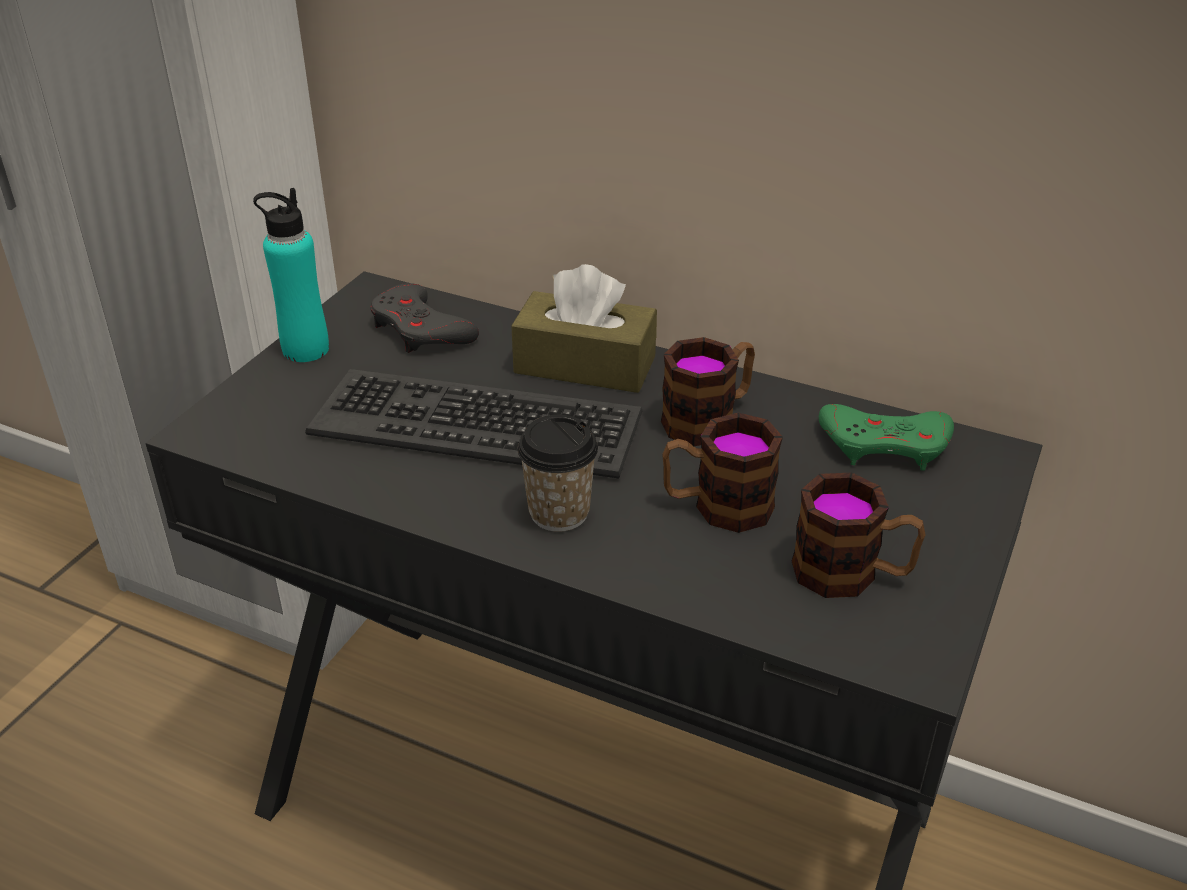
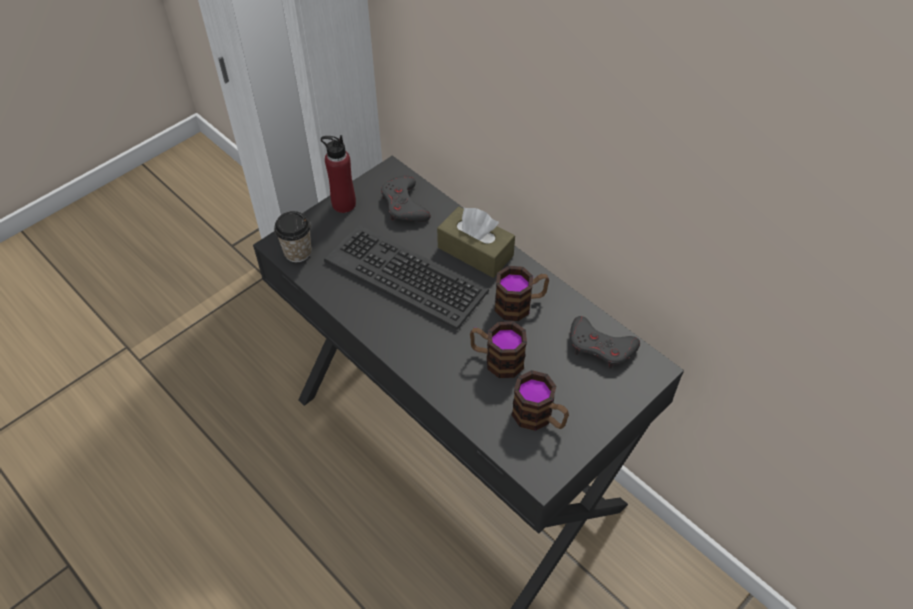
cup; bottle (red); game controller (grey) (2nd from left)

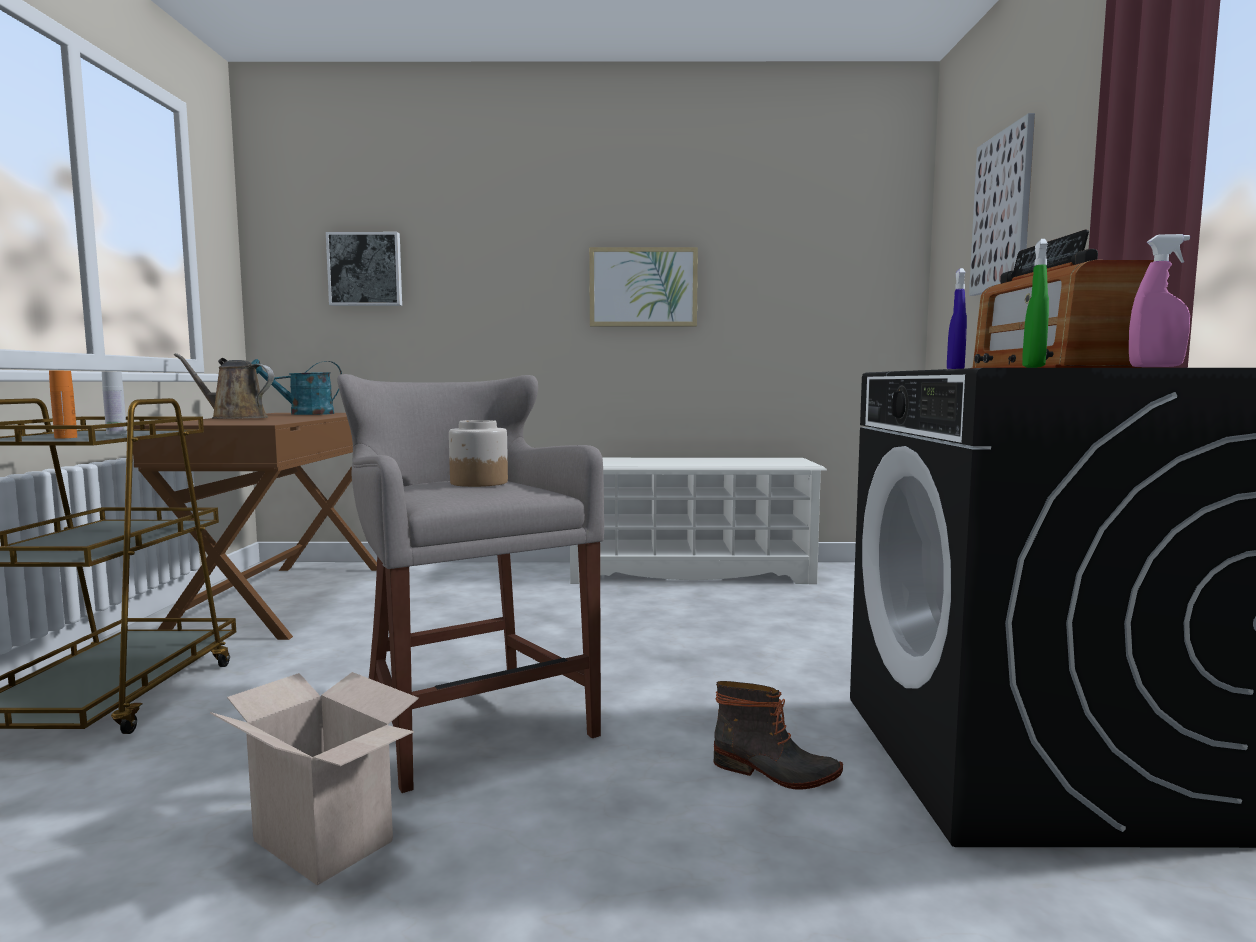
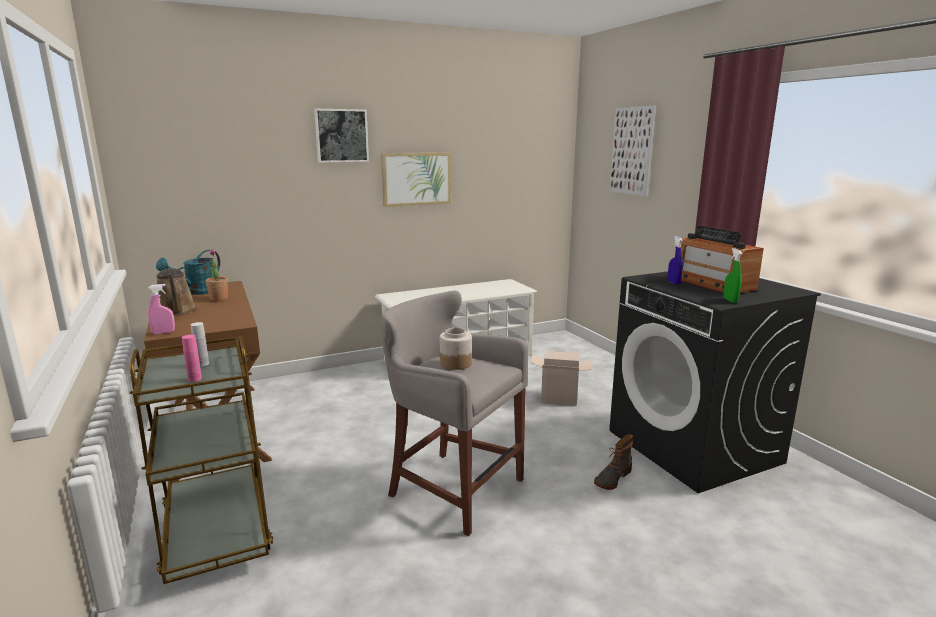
spray bottle (pink); watering can (brown); bottle (pink); potted plant; picture (1st from left); cardboard box; boot

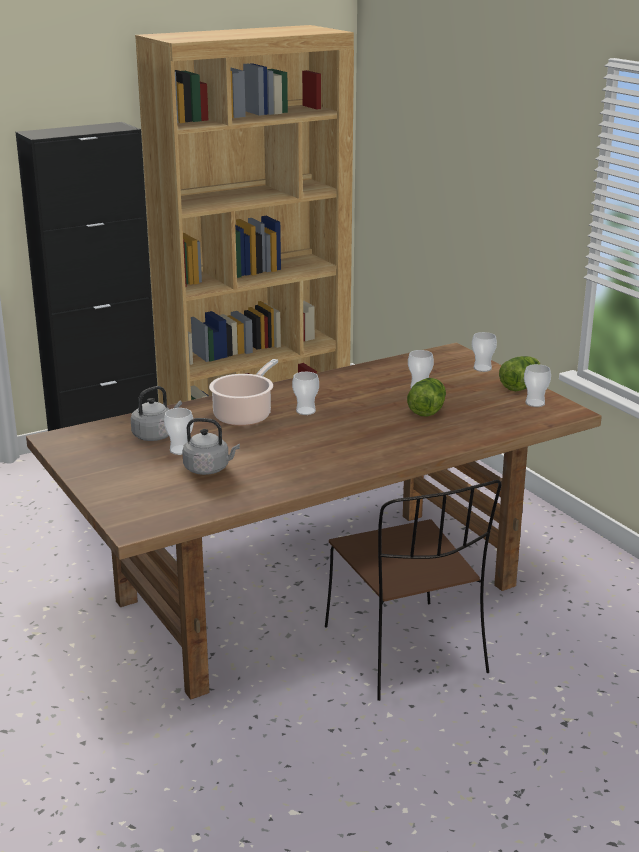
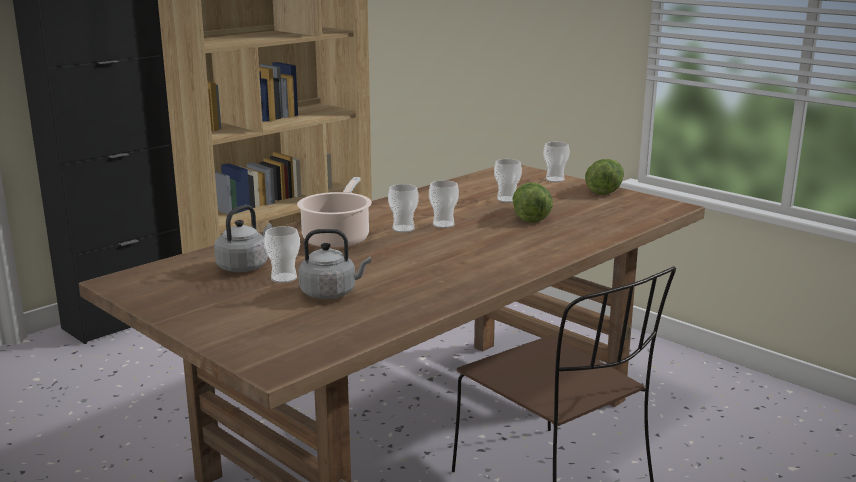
cup (3rd from left)

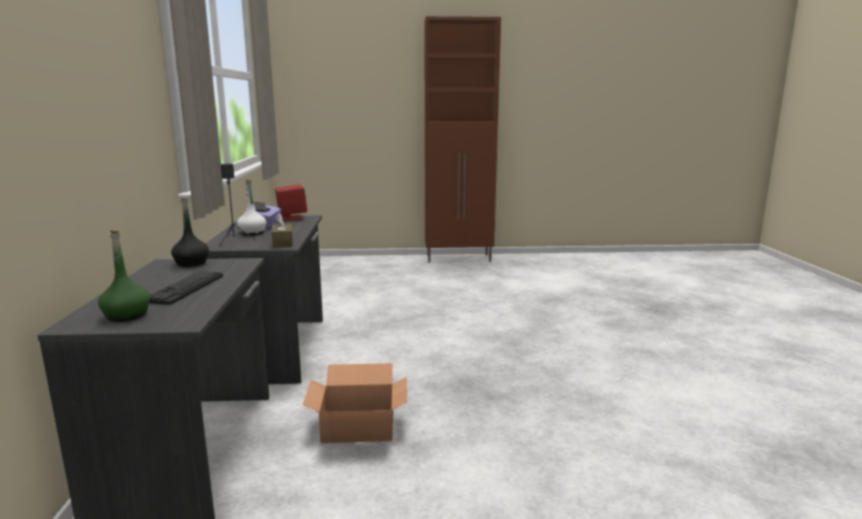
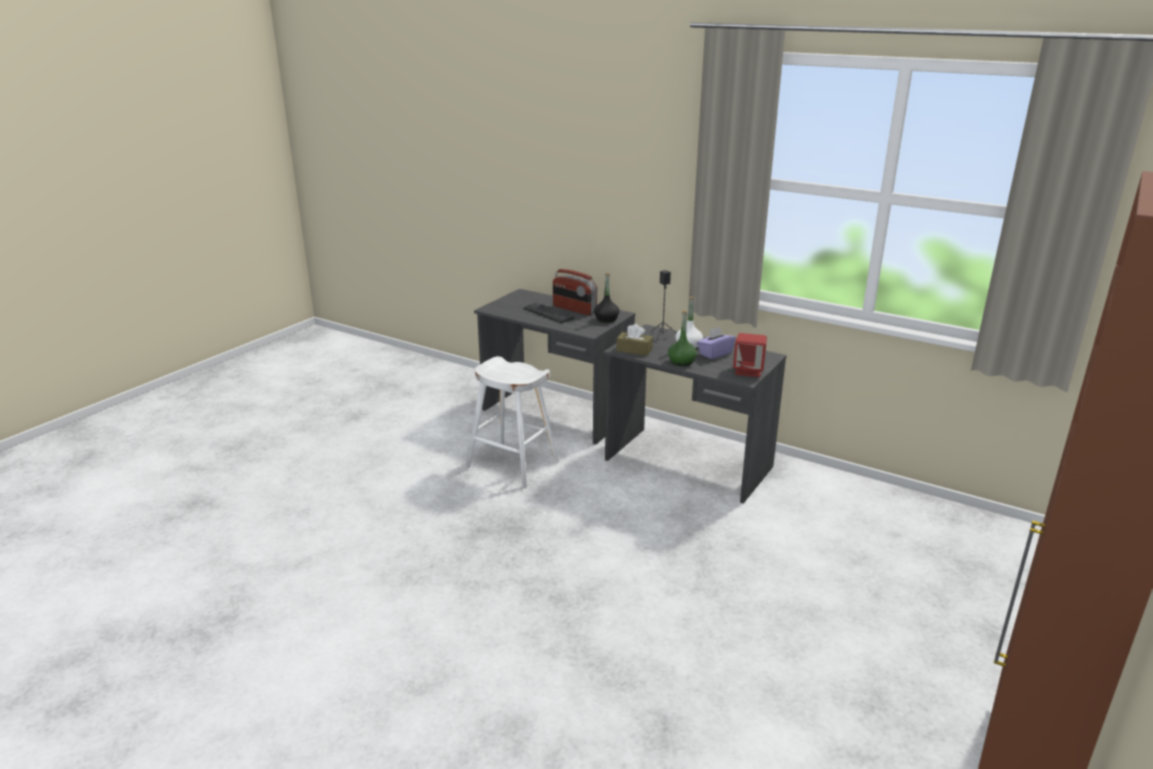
stool (white); radio; bottle (green)

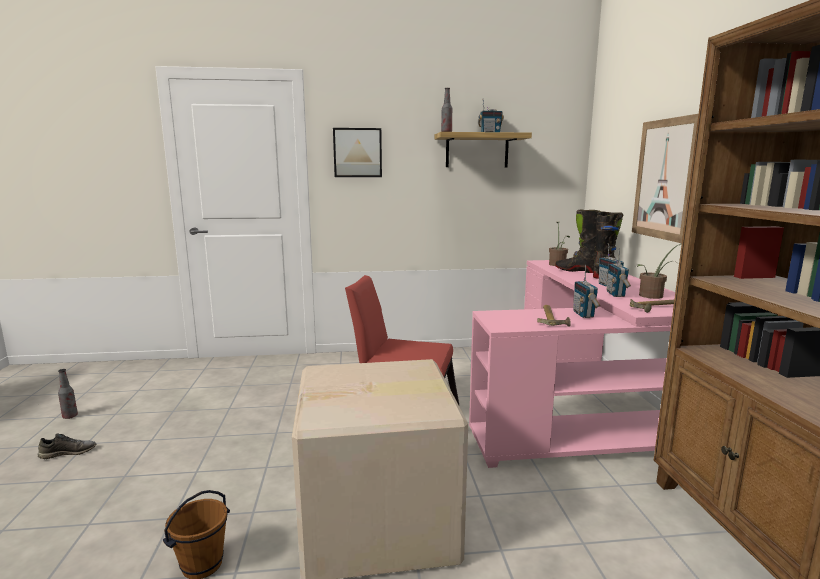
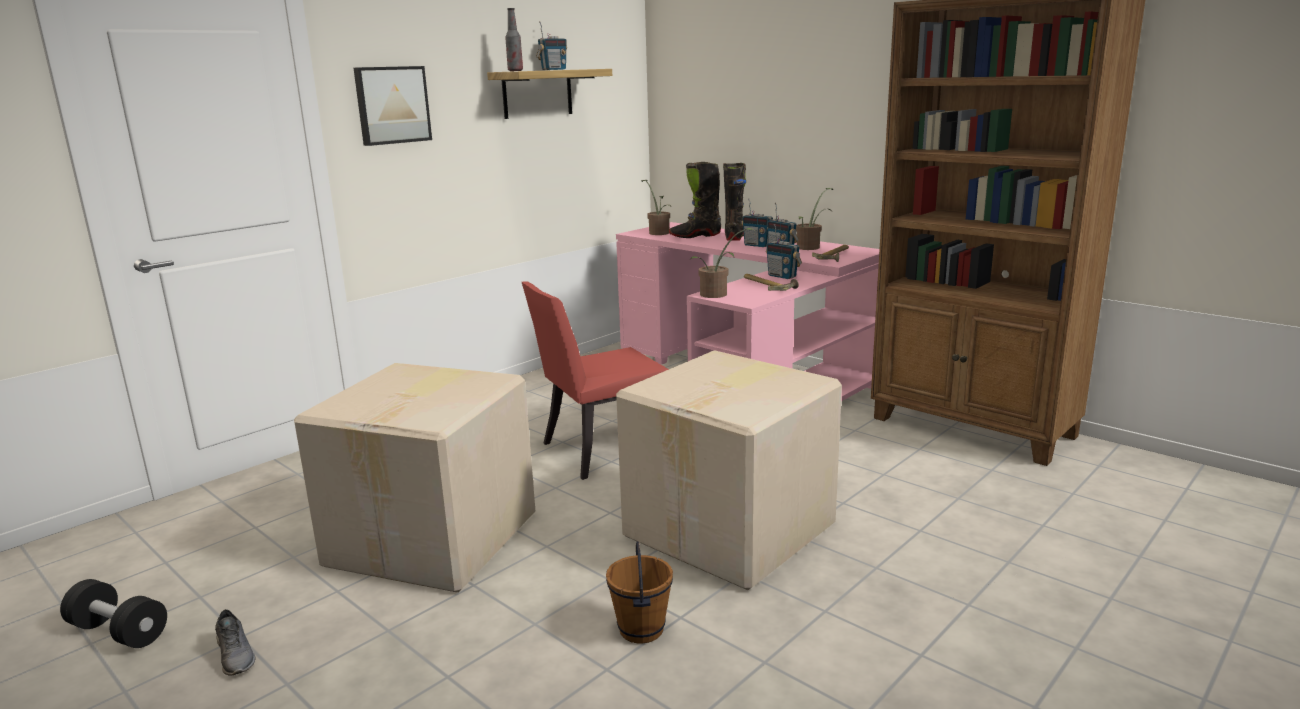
dumbbell (black); shoe (grey); cardboard box (1st from left); potted plant (2nd from left); picture (2nd from left in the first image)

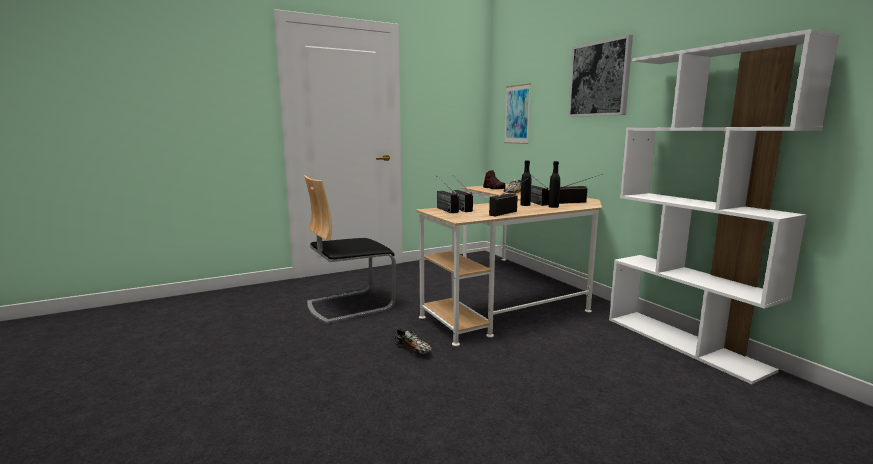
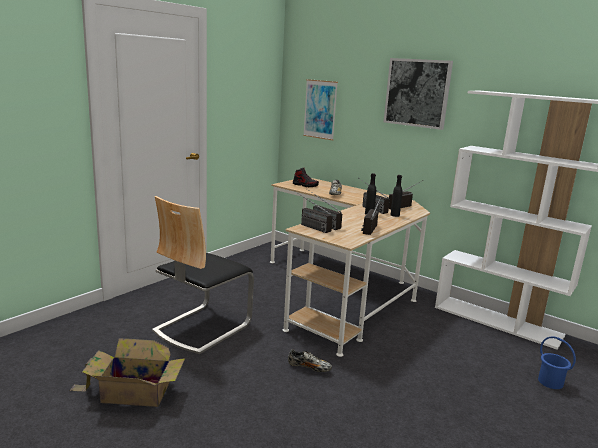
cardboard box; bucket (blue)

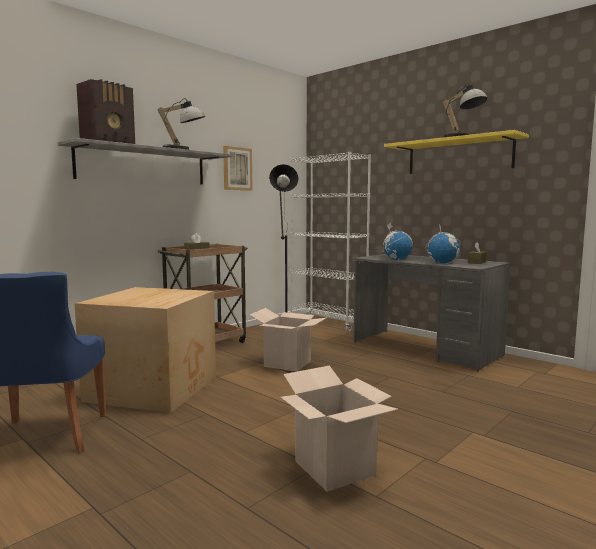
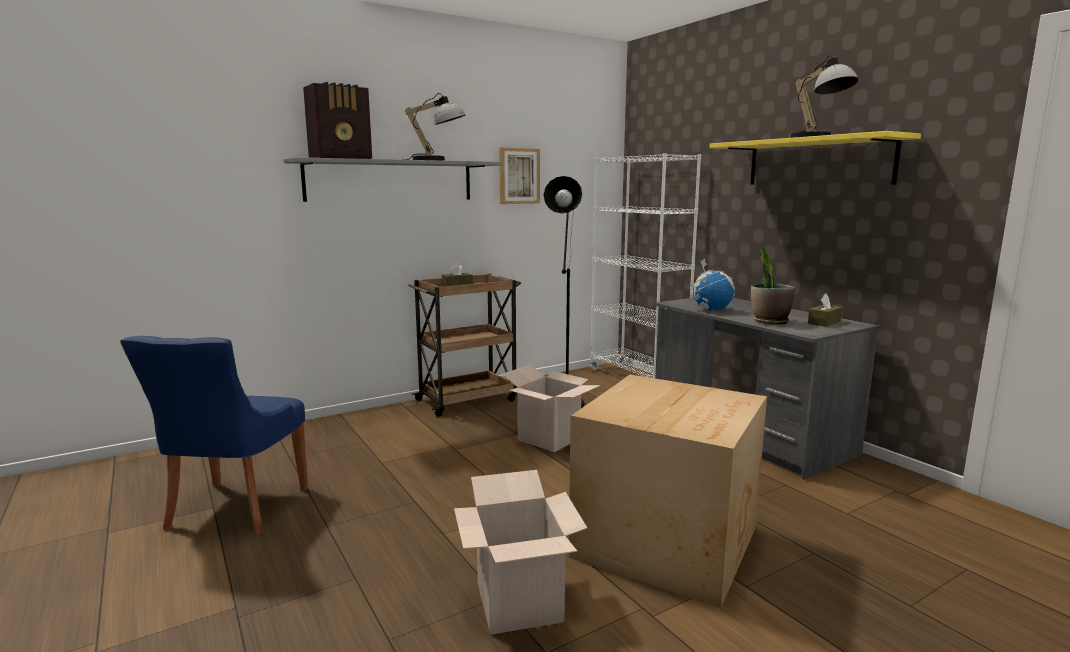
cardboard box (3rd from left); potted plant

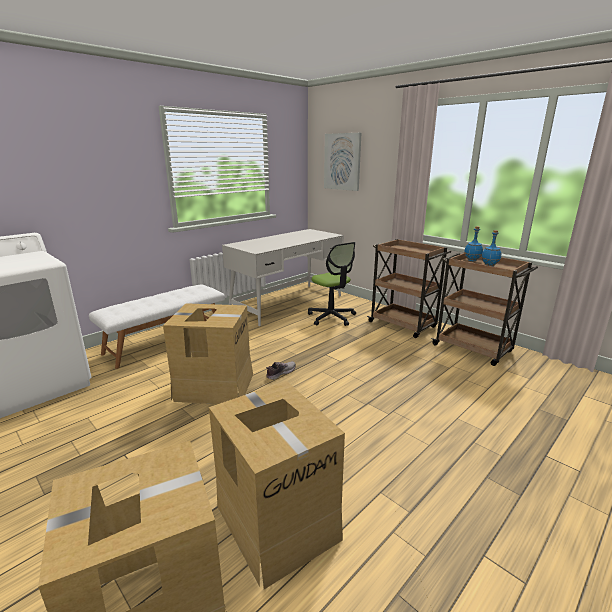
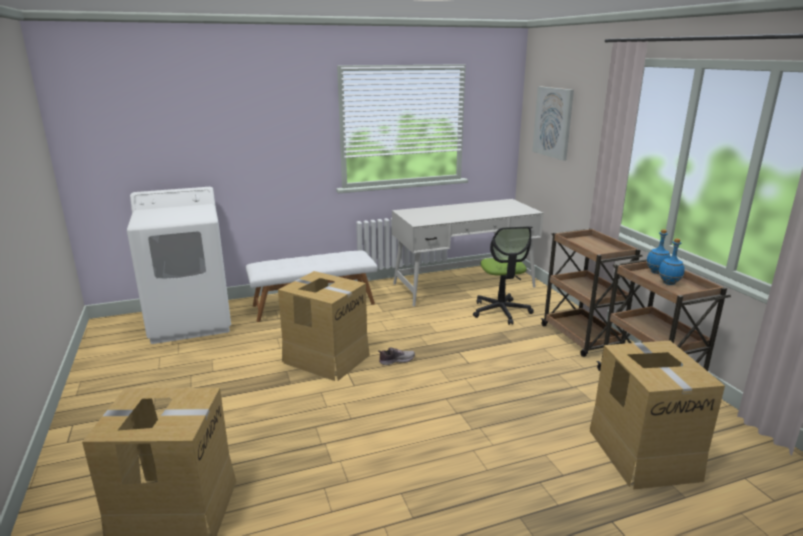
cardboard box (3rd from left)

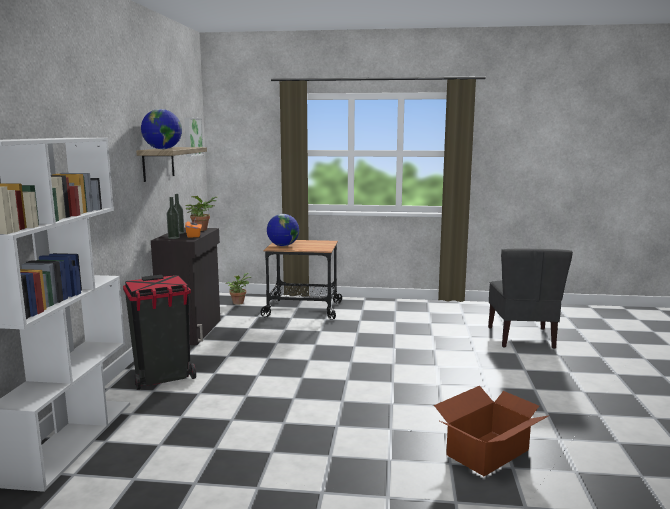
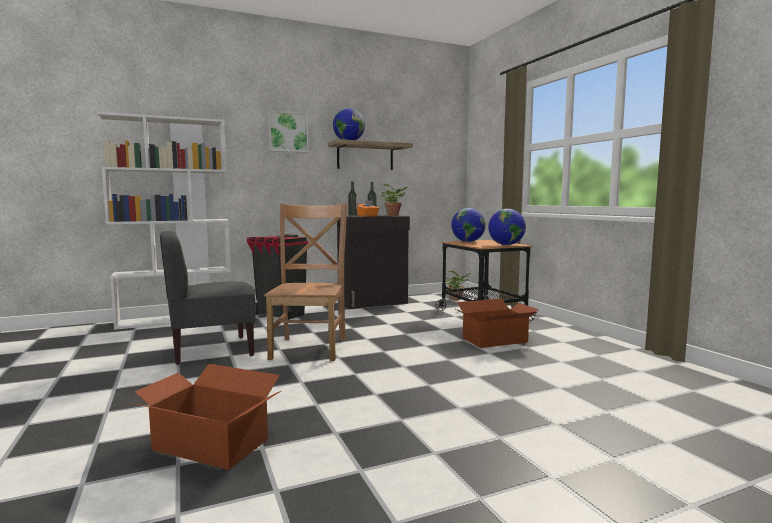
chair (grey); chair (brown); picture; cardboard box (2nd from left); globe (3rd from left)

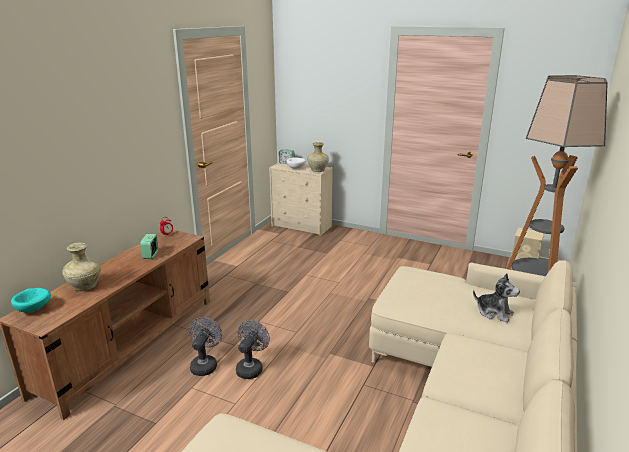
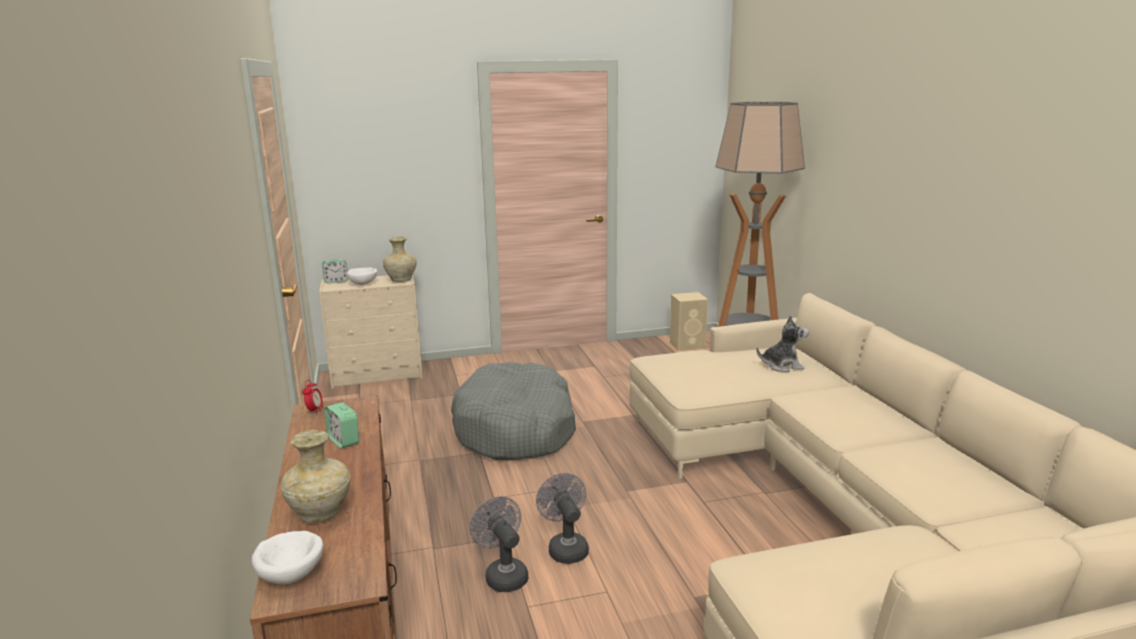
bowl (white) (1st from left); dog bed (grey)

